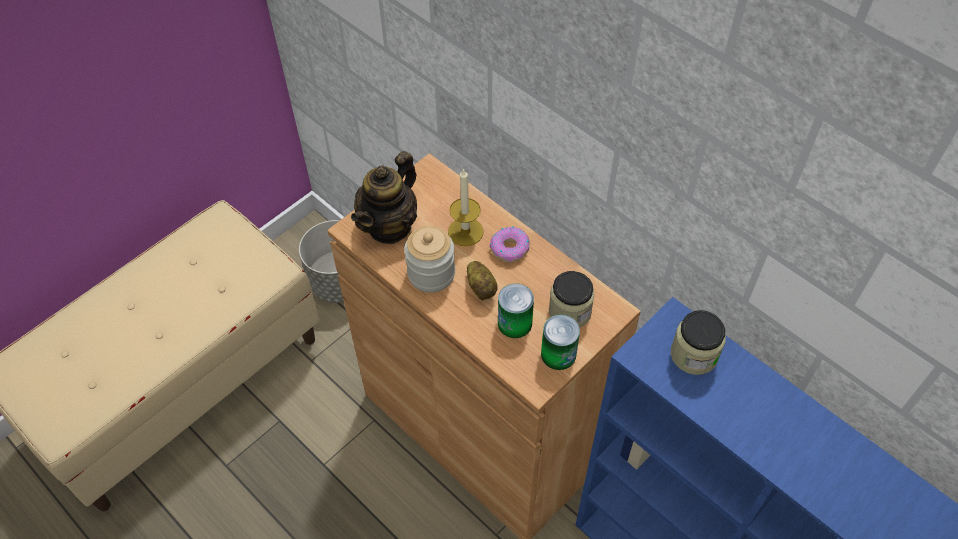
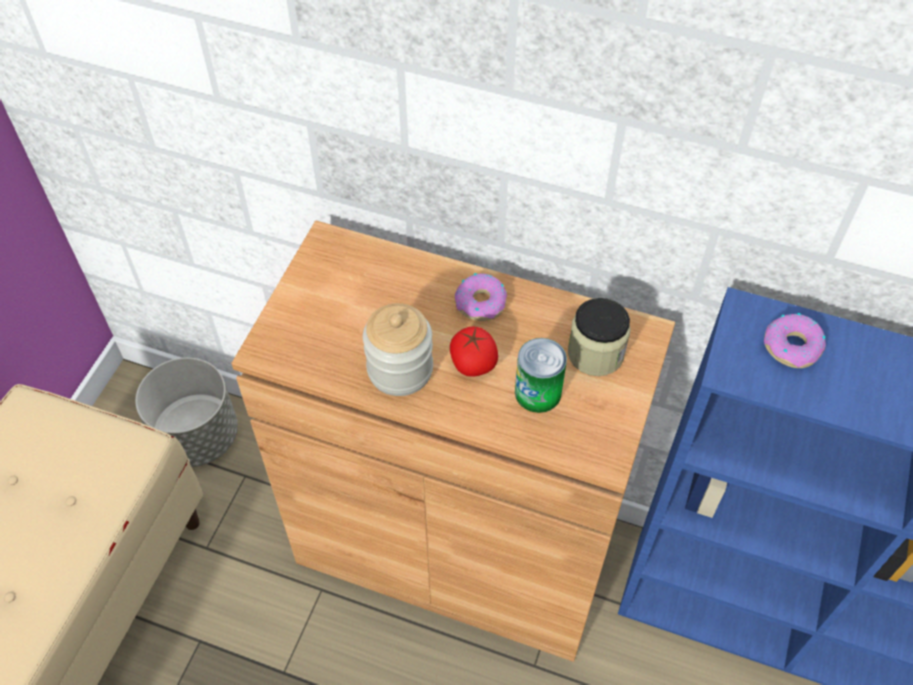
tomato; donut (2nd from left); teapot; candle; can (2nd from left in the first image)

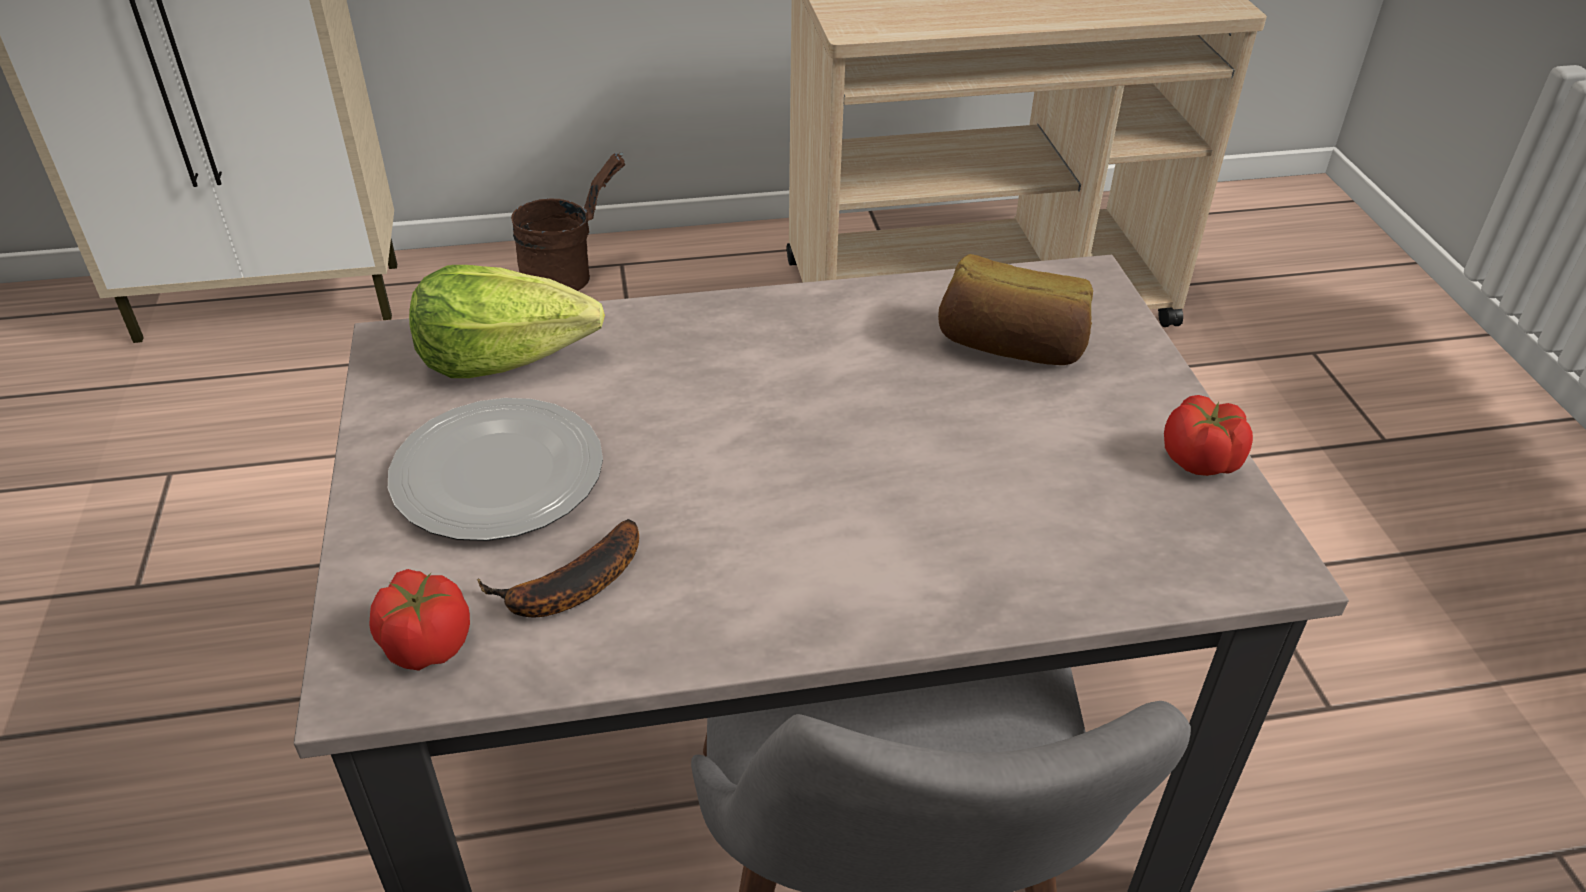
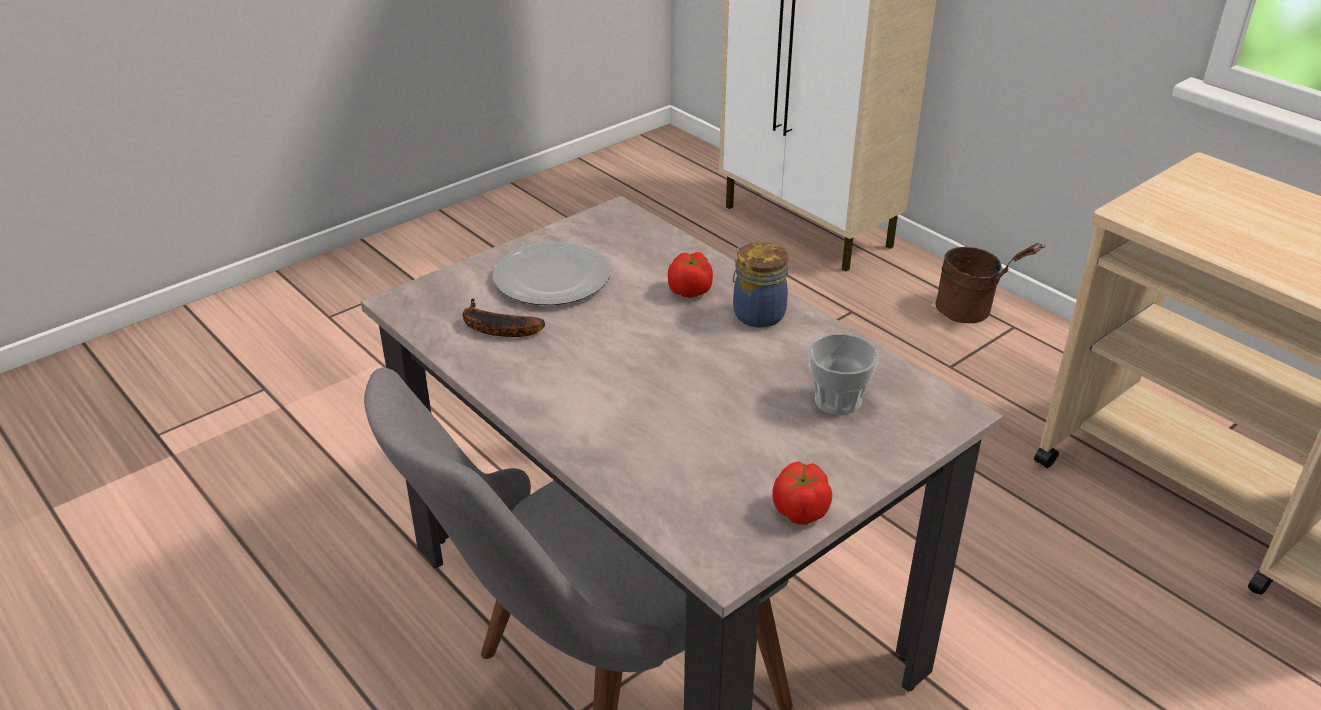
tomato (1st from left); jar; cup; lettuce

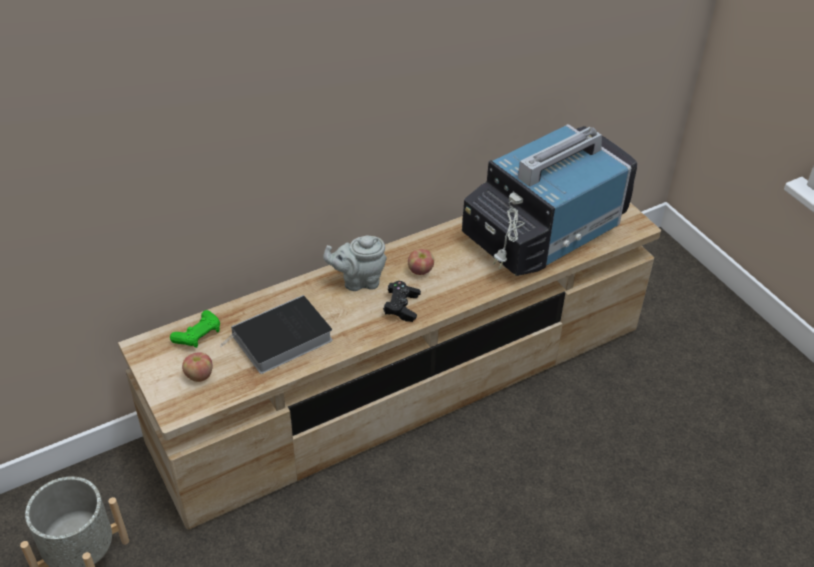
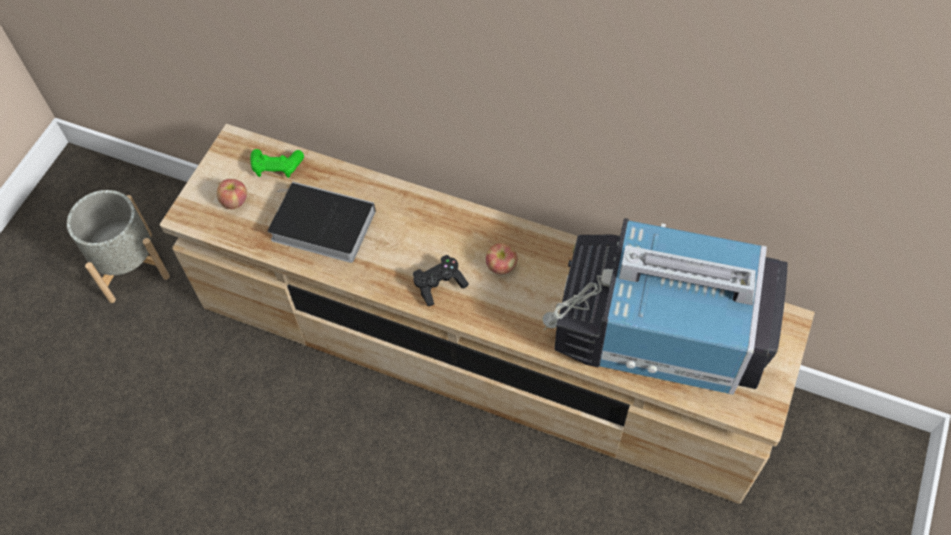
teapot (grey)

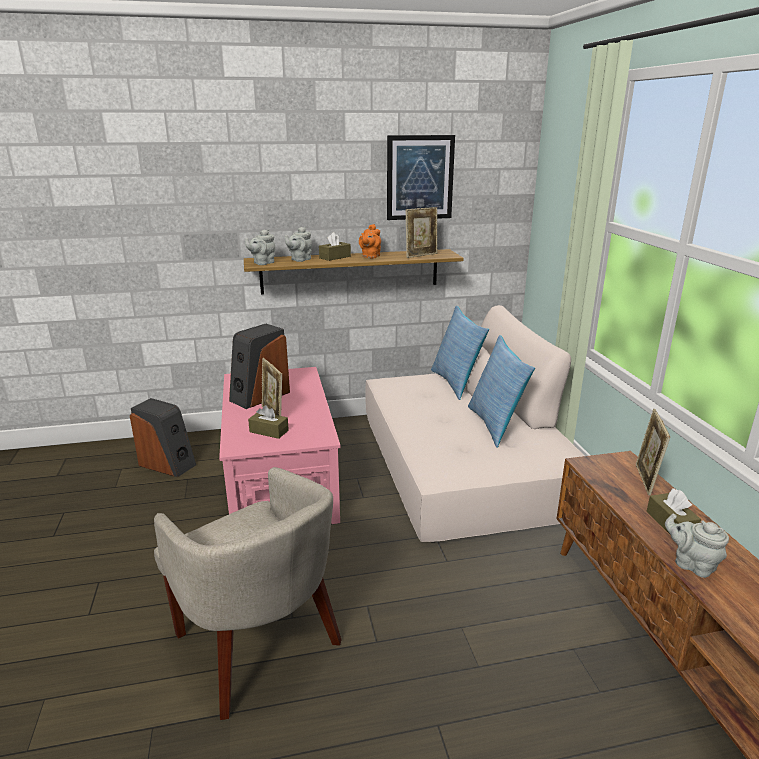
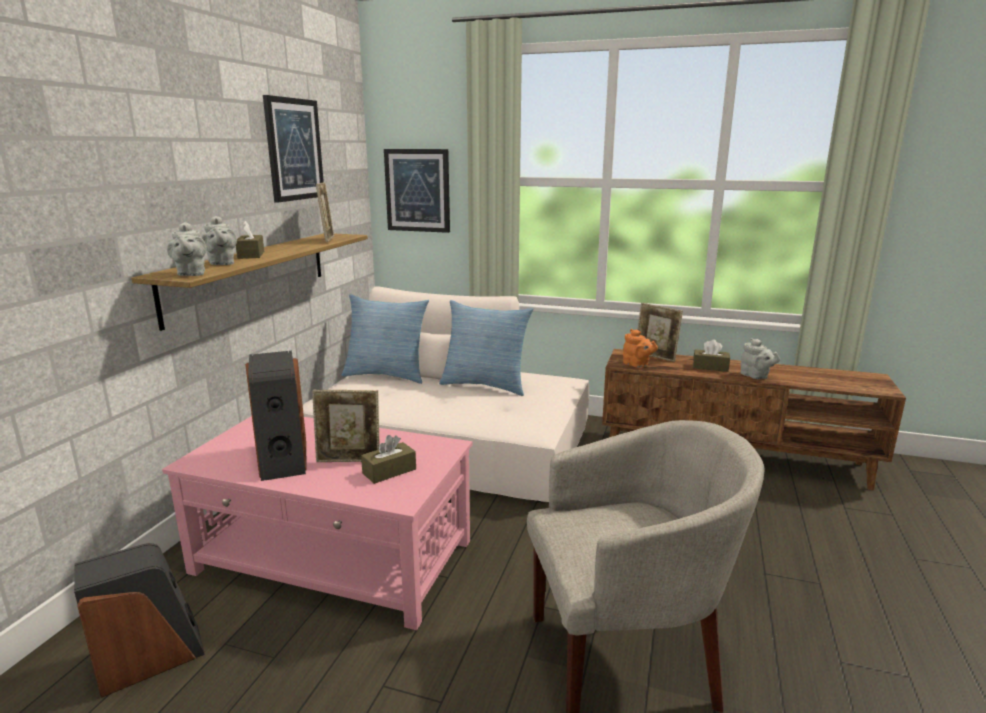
picture (2nd from left); teapot (orange); teapot (grey) (3rd from left)

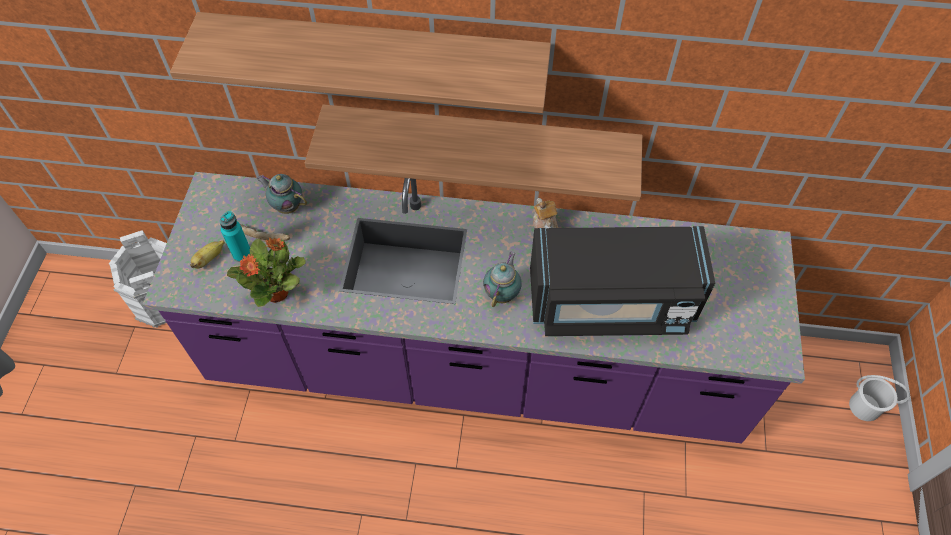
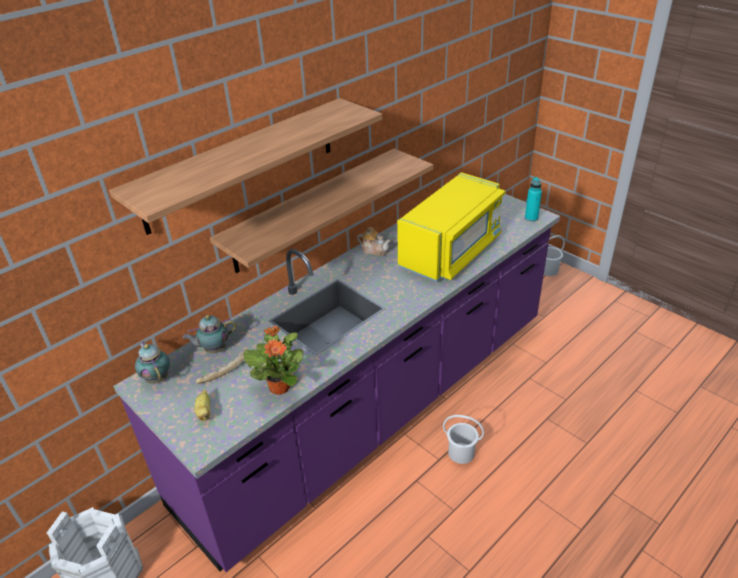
teapot (1st from left); microwave (yellow); bucket (white) (2nd from left); bottle (turquoise)

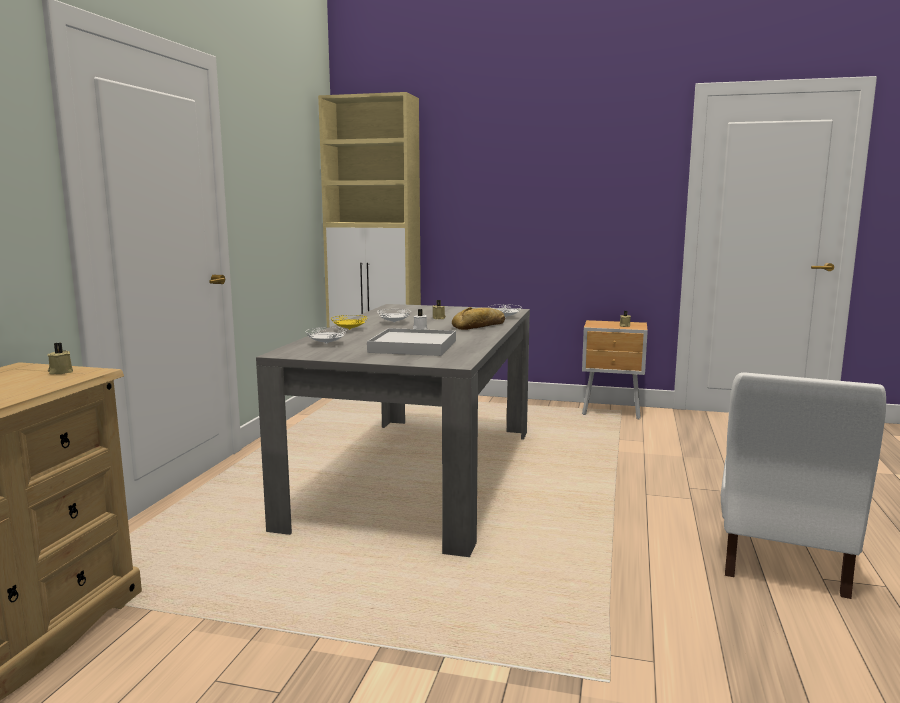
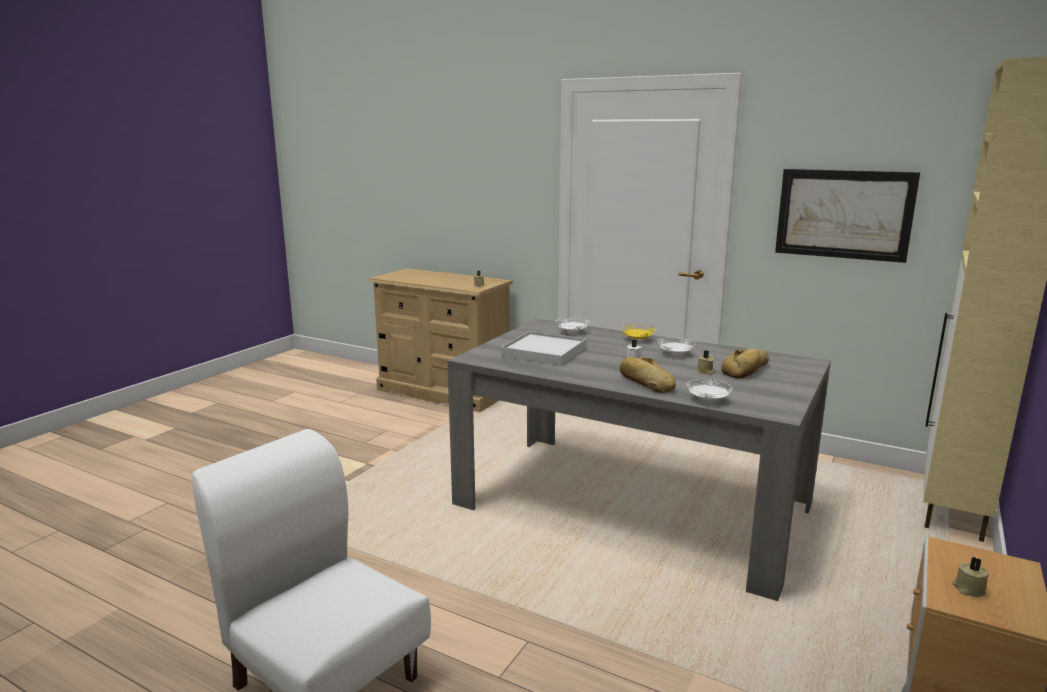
bread (2nd from left); picture

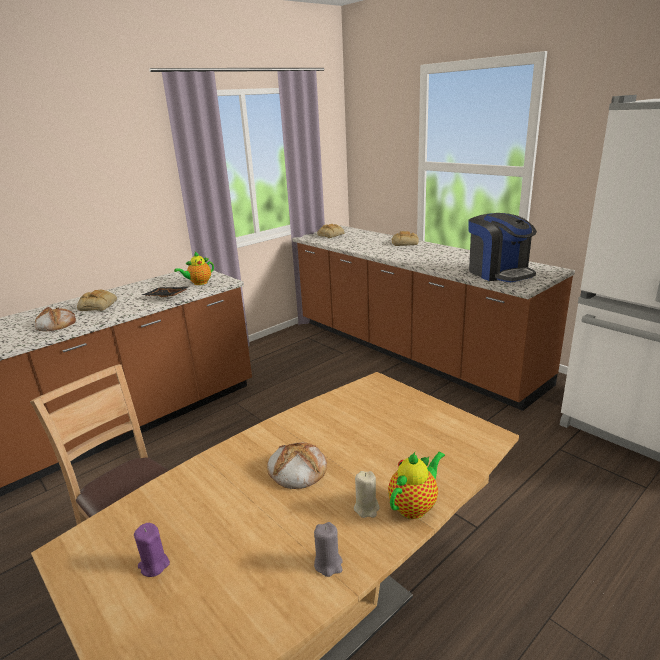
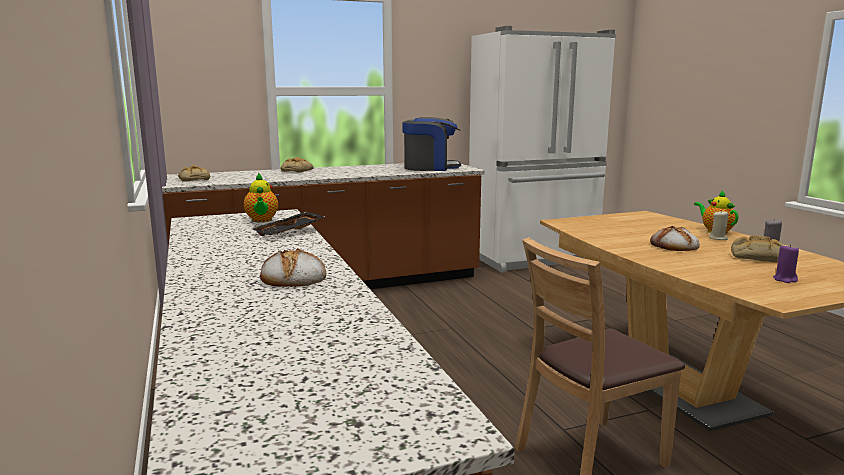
bread (5th from left)

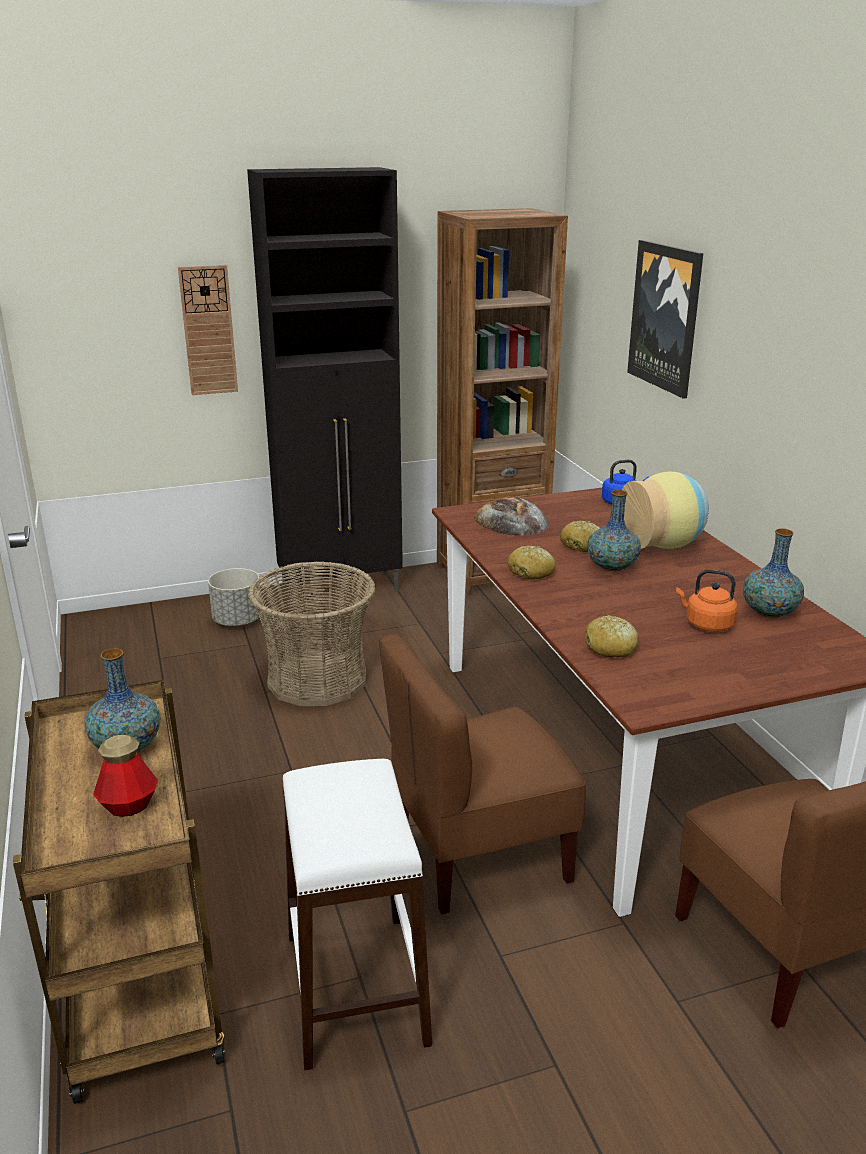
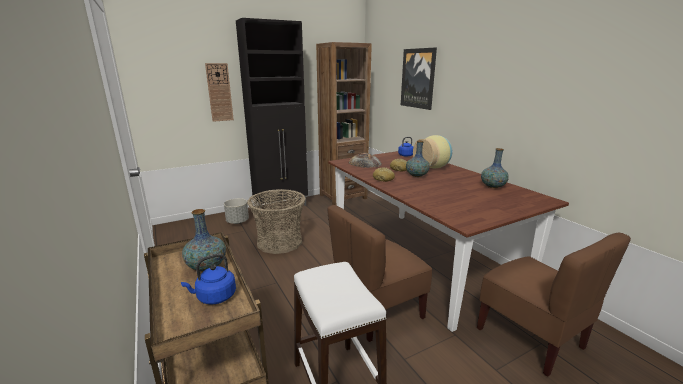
kettle (blue) (1st from left); bread (4th from left in the first image); kettle (orange)

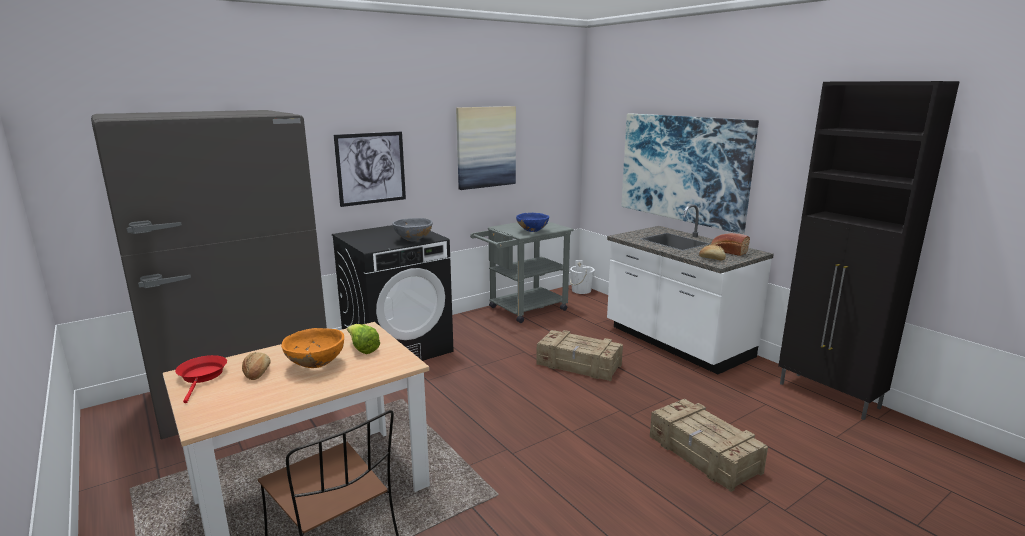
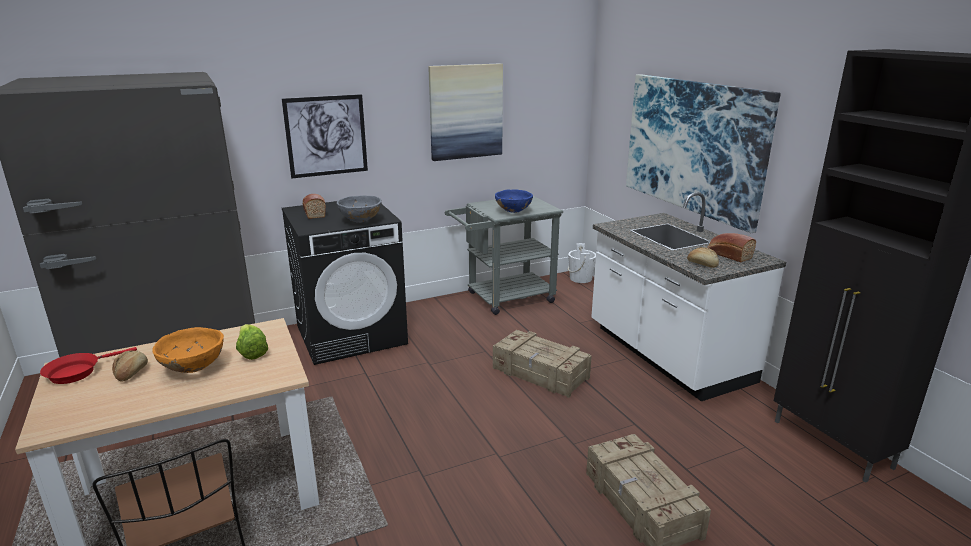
frying pan (red); bread (2nd from left)

